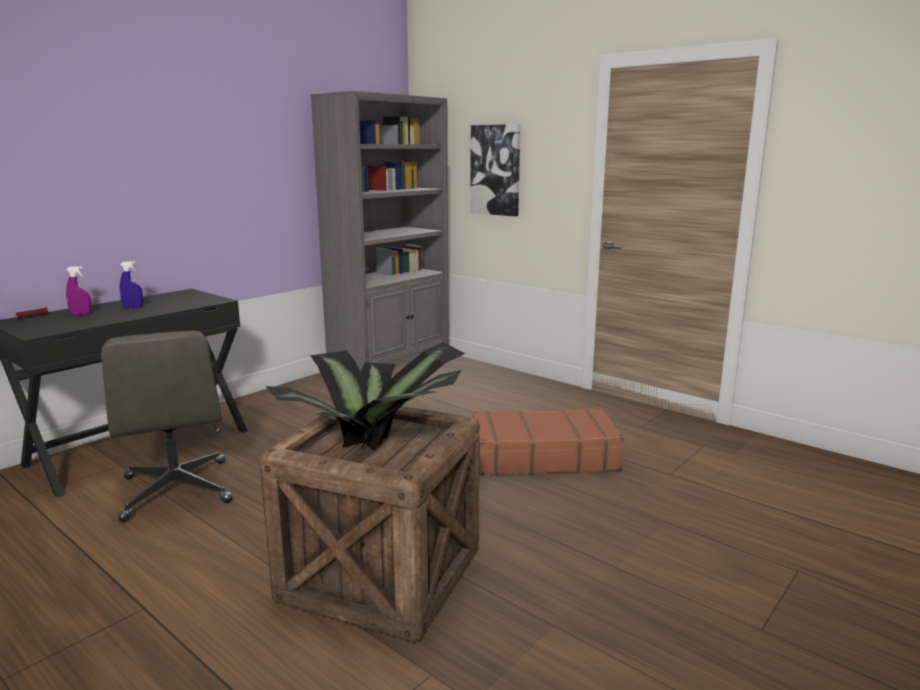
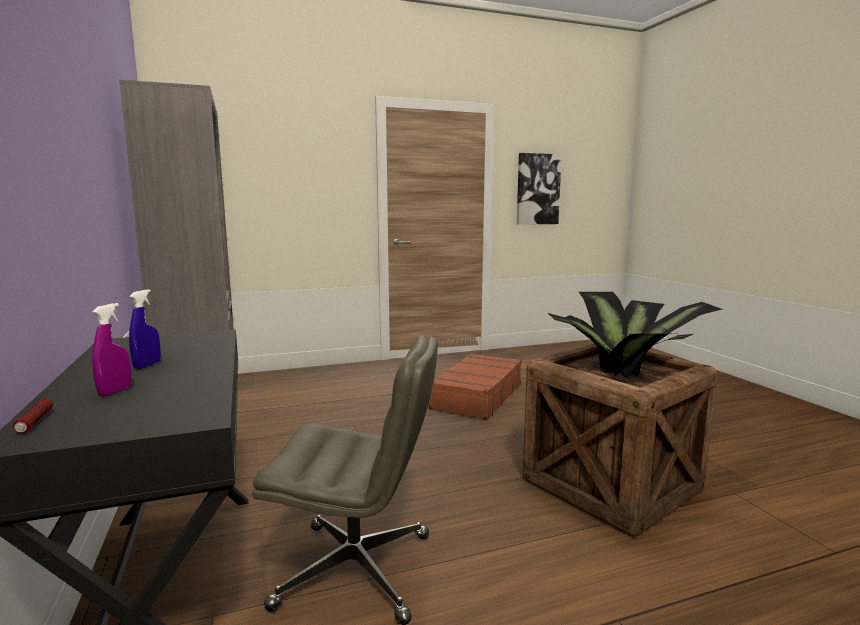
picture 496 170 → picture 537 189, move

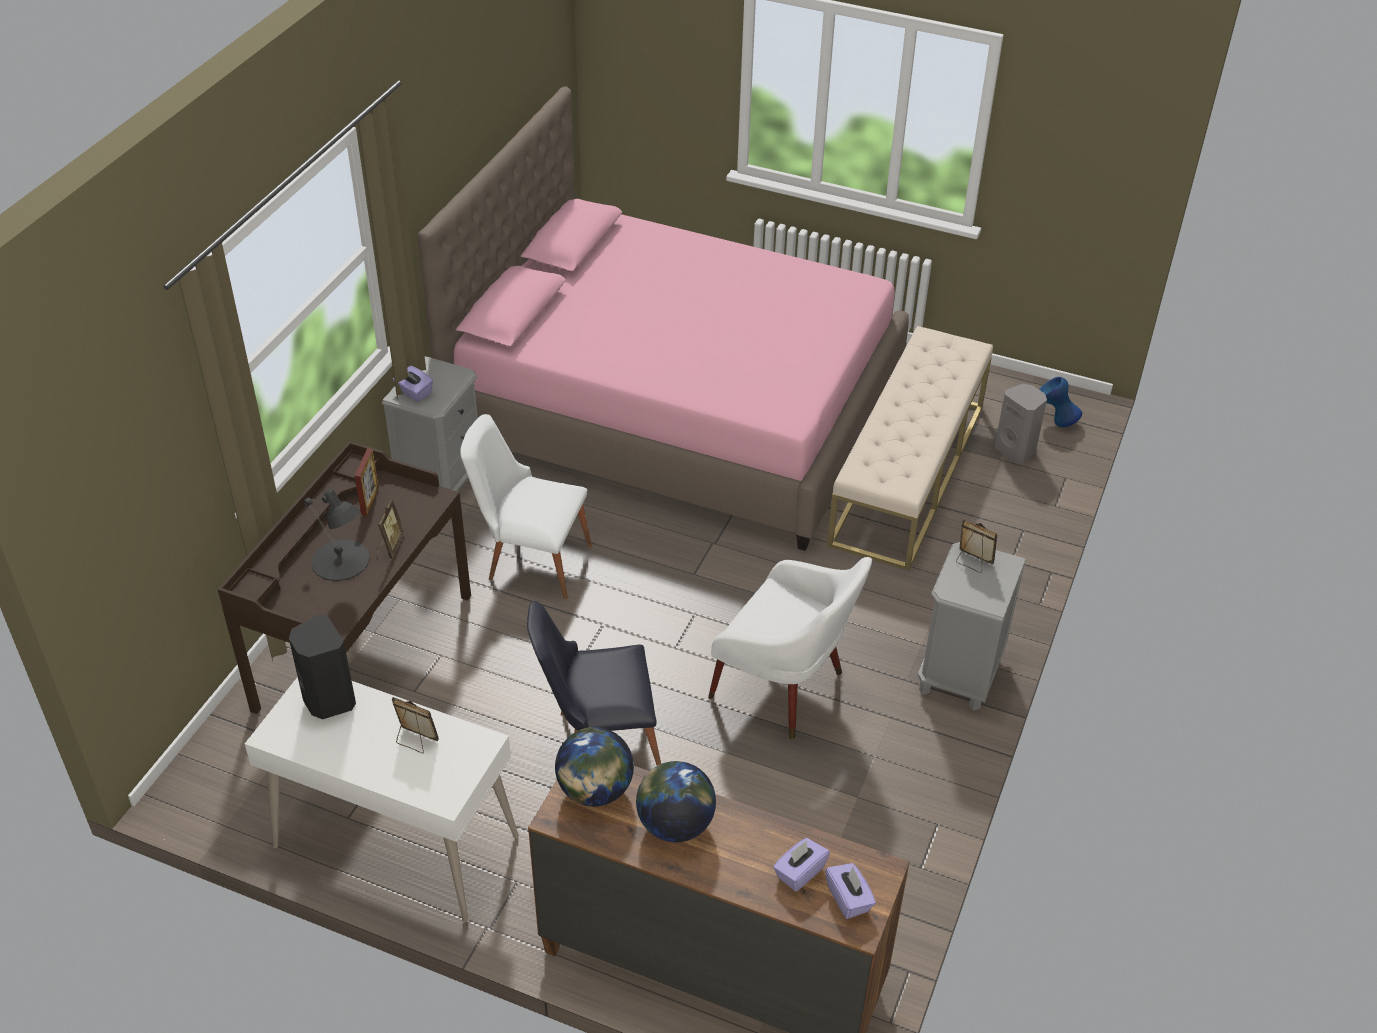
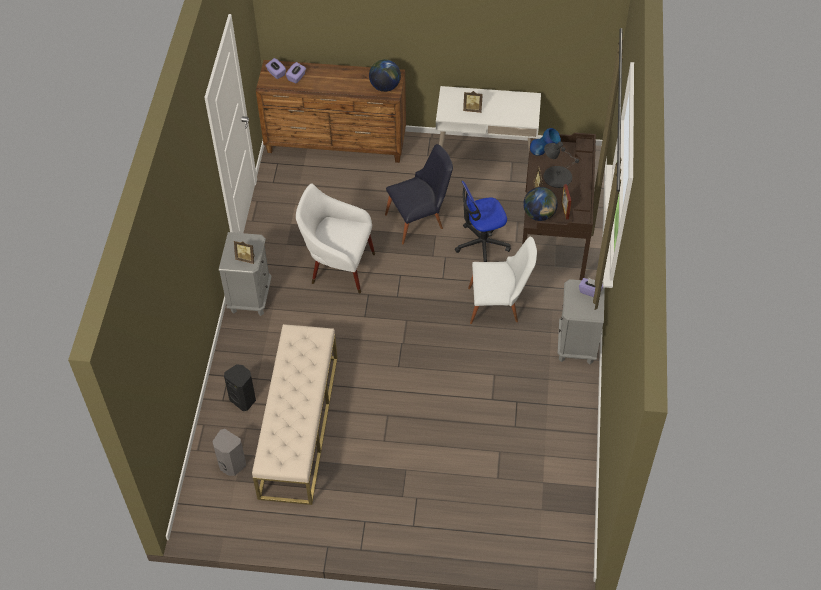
speaker in black 328 700 → speaker in black 243 399, move
- → office chair 482 244
globe 675 824 → globe 539 215, move
vase in blue 1055 421 → vase in blue 544 153, move
bed in pink 676 408 → -

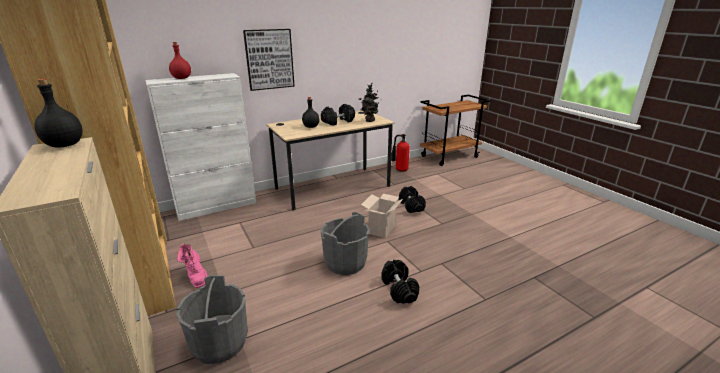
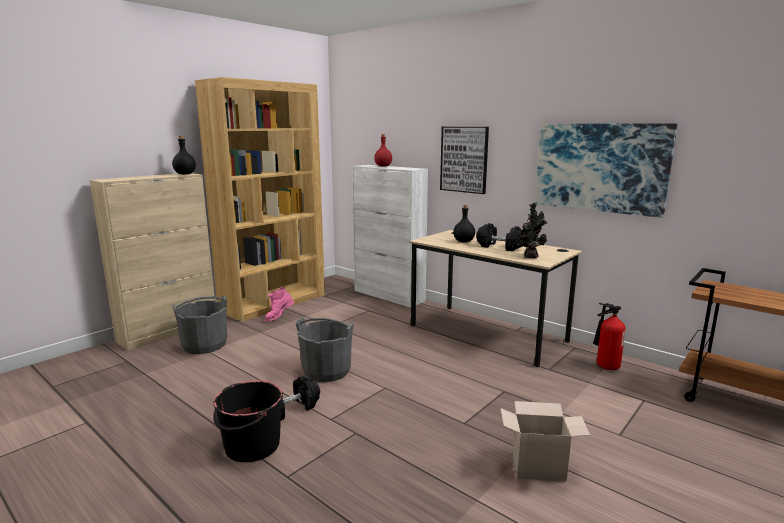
- → bucket in black 251 446
cardboard box 381 229 → cardboard box 540 467, move
- → picture 600 167
dumbbell in black 411 206 → -

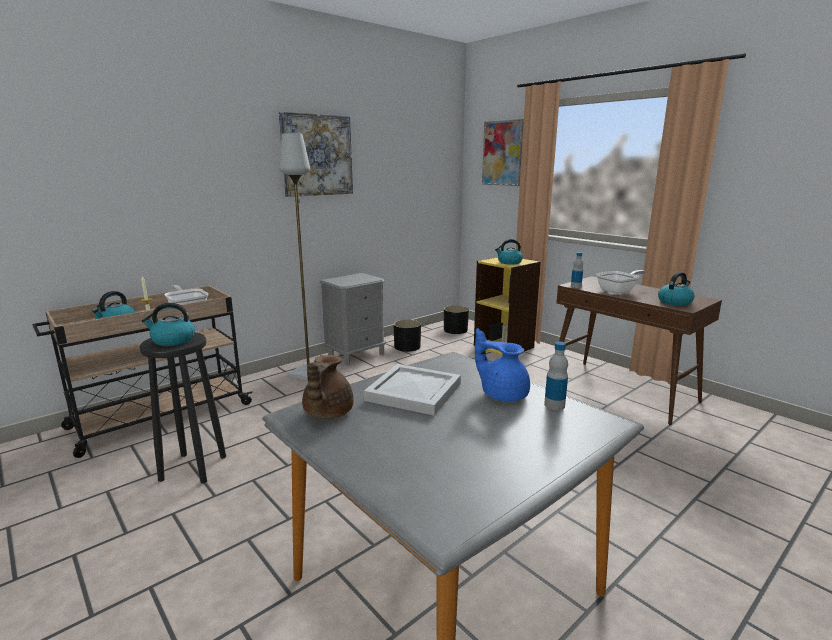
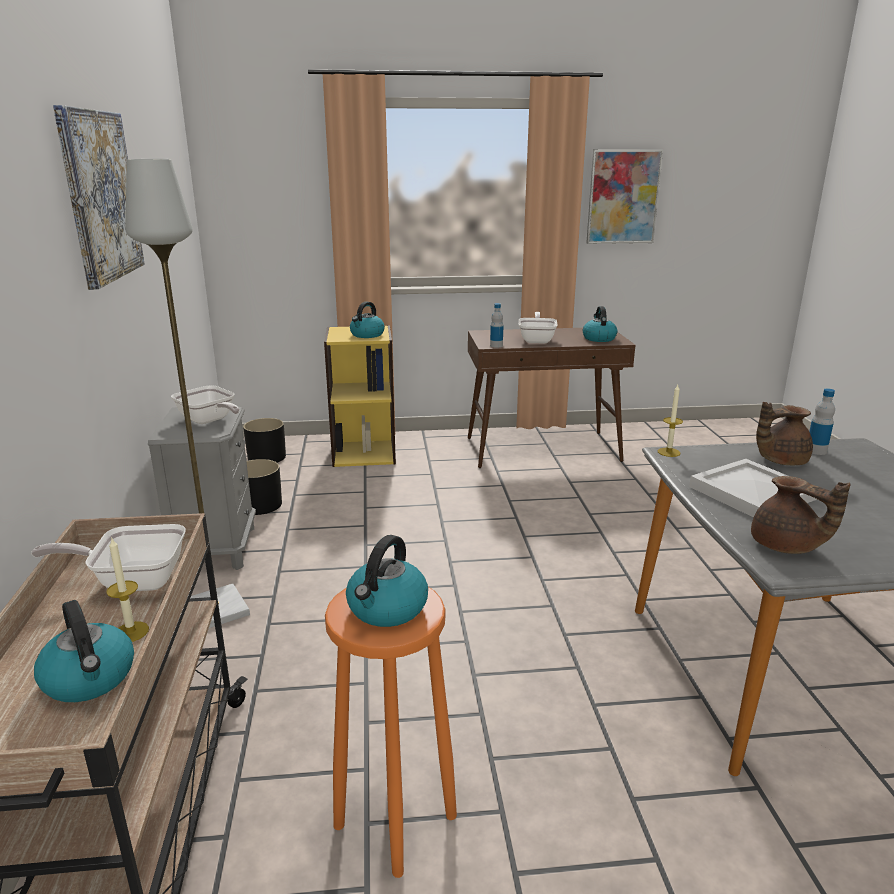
- → frying pan 209 421
stool in black 192 468 → stool in orange 394 821
picture 502 153 → picture 623 197, move
- → candle 668 452
teapot in blue 502 394 → teapot in brown 779 460

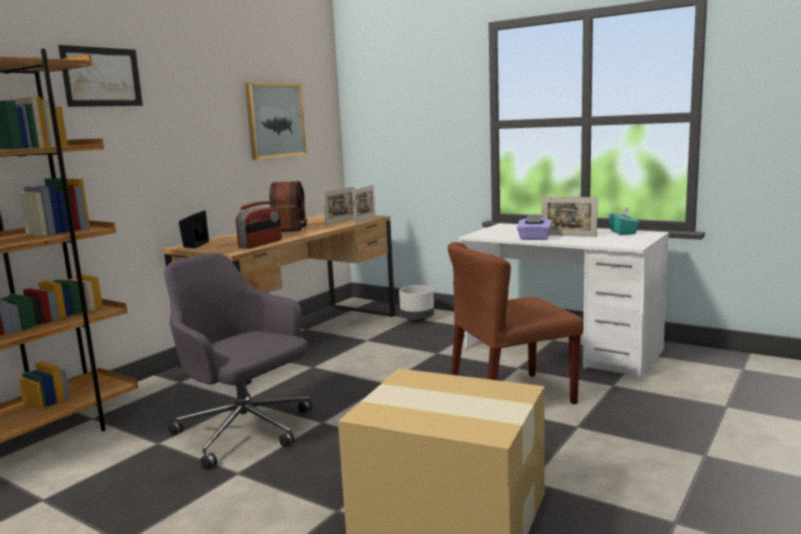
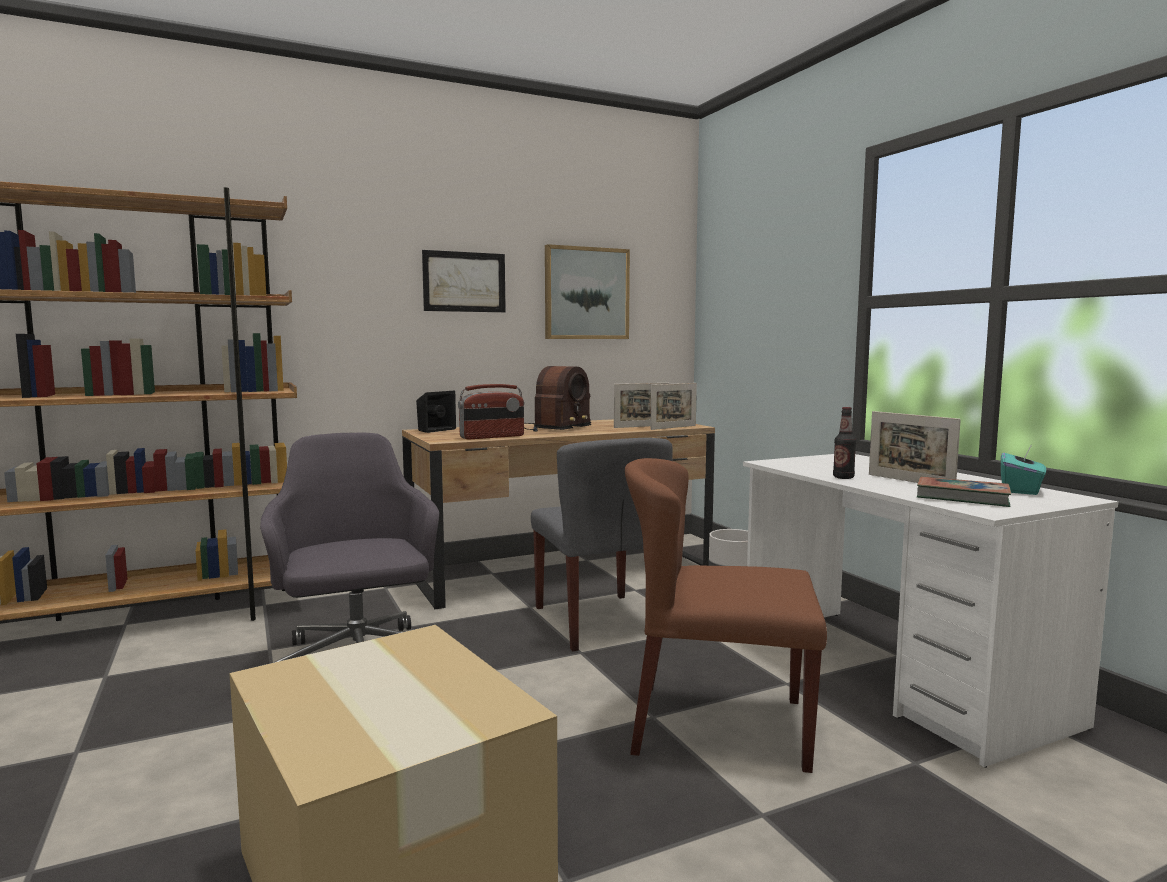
picture 102 77 → picture 464 282, move
- → chair in grey 601 621
tissue box in purple 534 238 → bottle 843 477
- → book 962 497

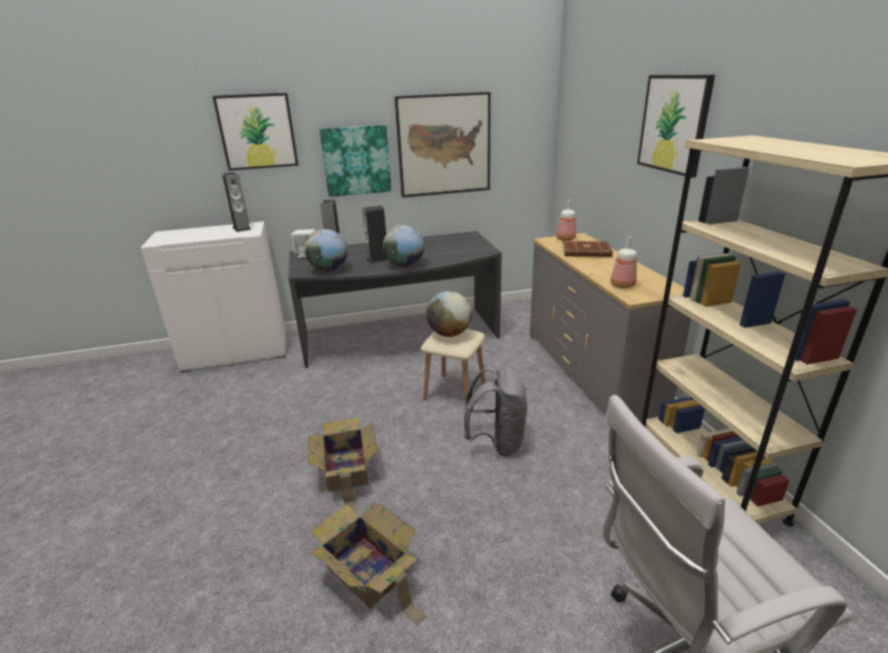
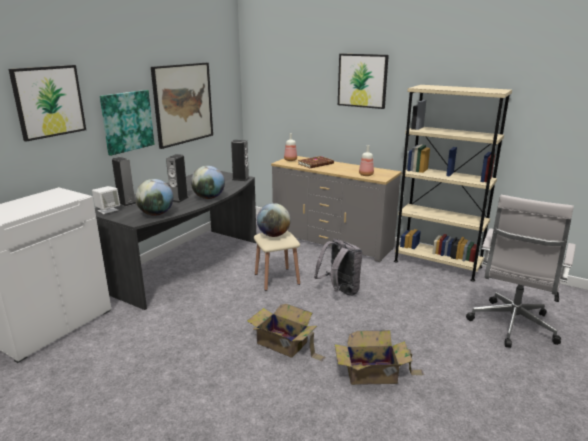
speaker 241 228 → speaker 240 179, move

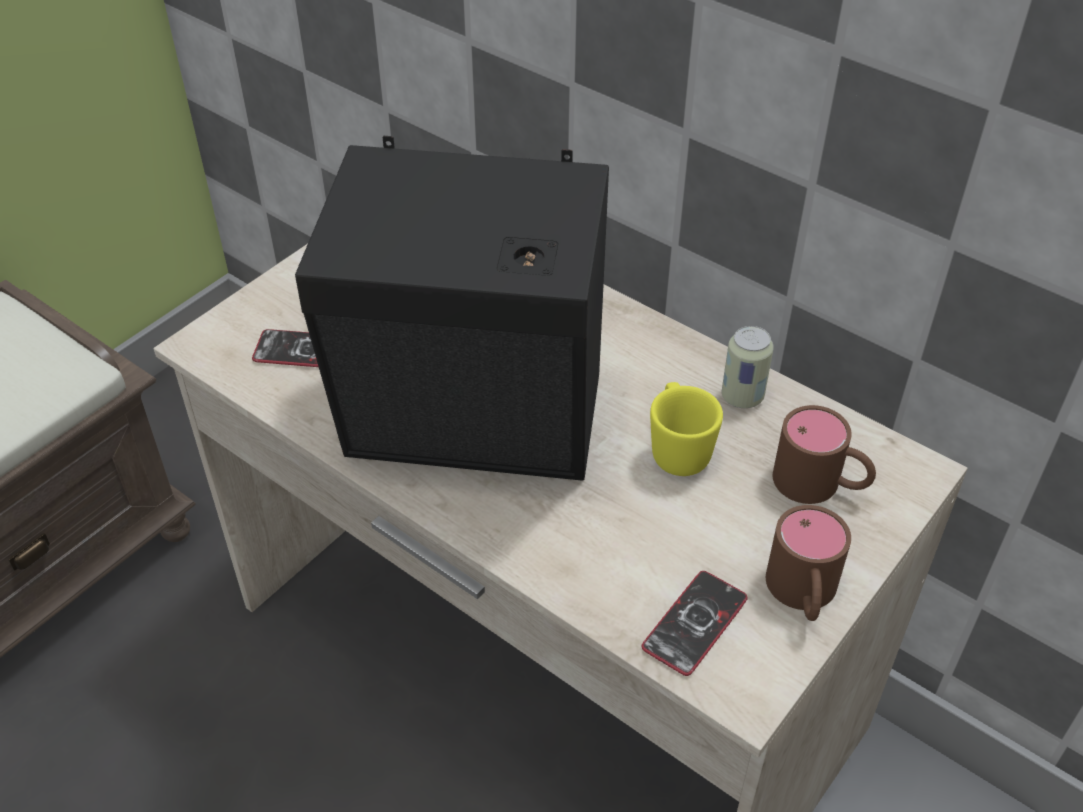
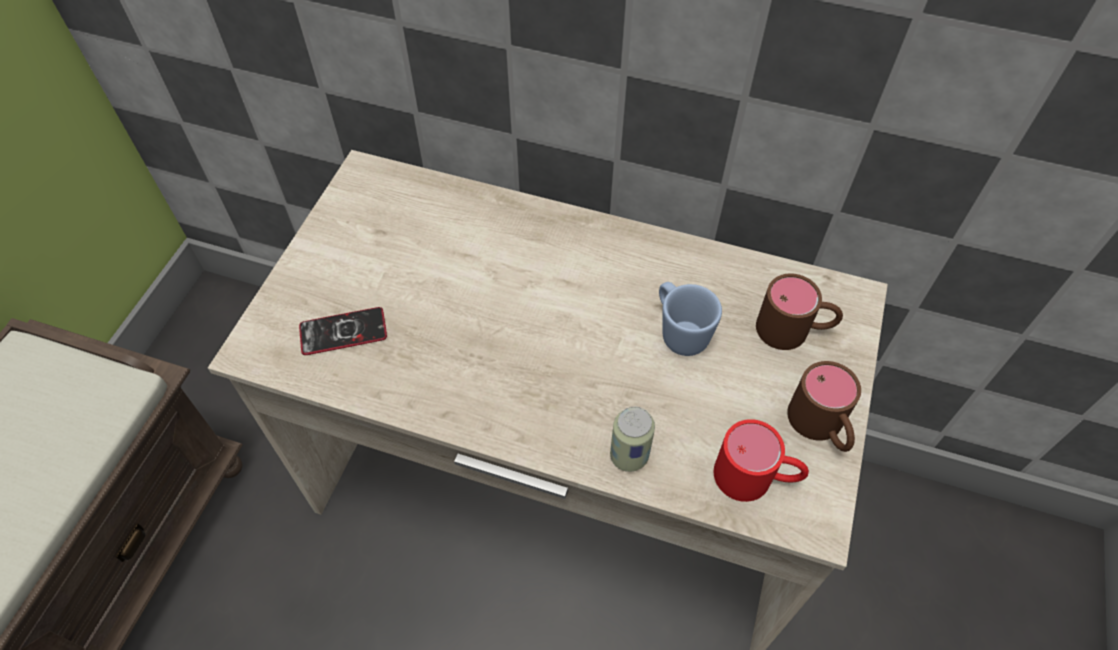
can 742 396 → can 629 455, move
mug in yellow 678 449 → mug in blue 679 332
phone 695 623 → mug in red 756 478
speaker in black 477 426 → -

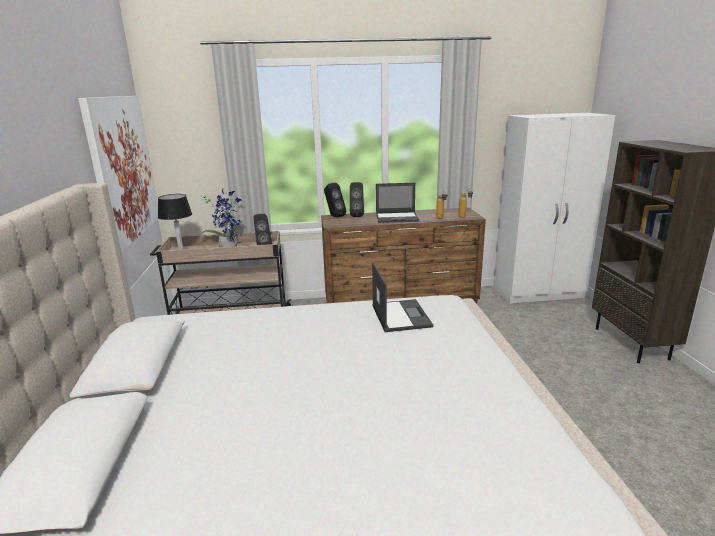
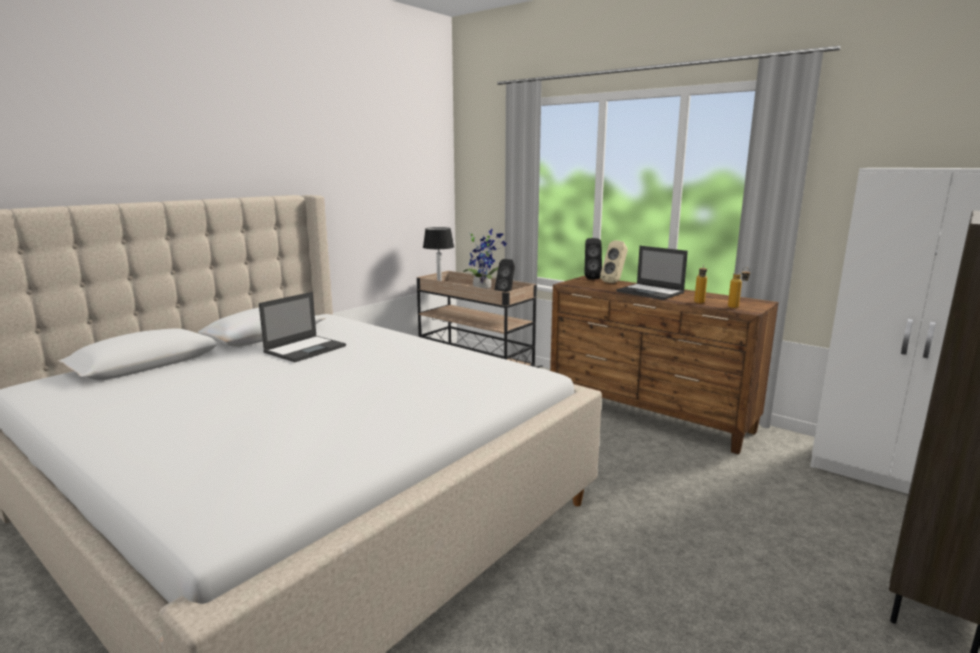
laptop 400 315 → laptop 306 349, move
speaker in black 357 216 → speaker in beige 614 282
picture 122 168 → -

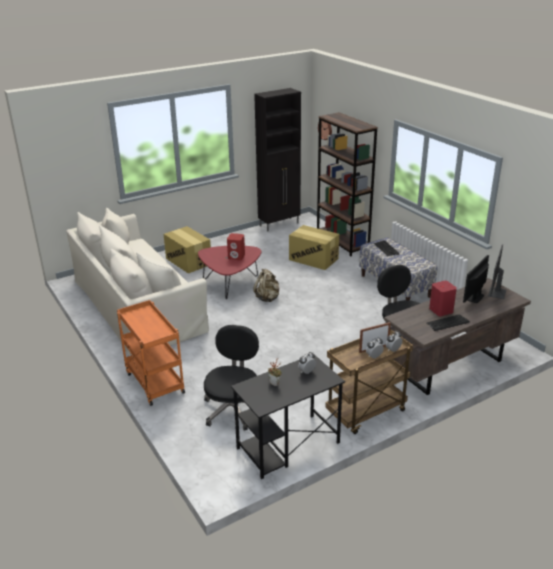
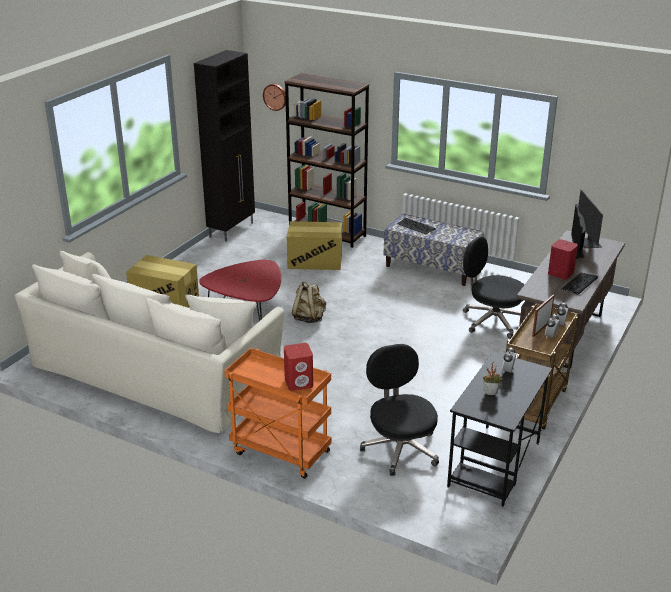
speaker in red 236 257 → speaker in red 299 382, move

